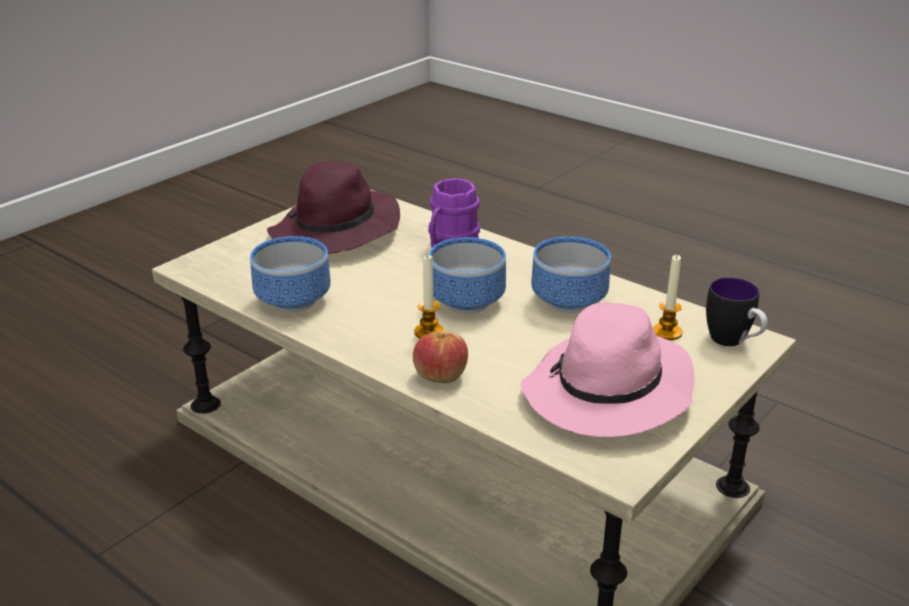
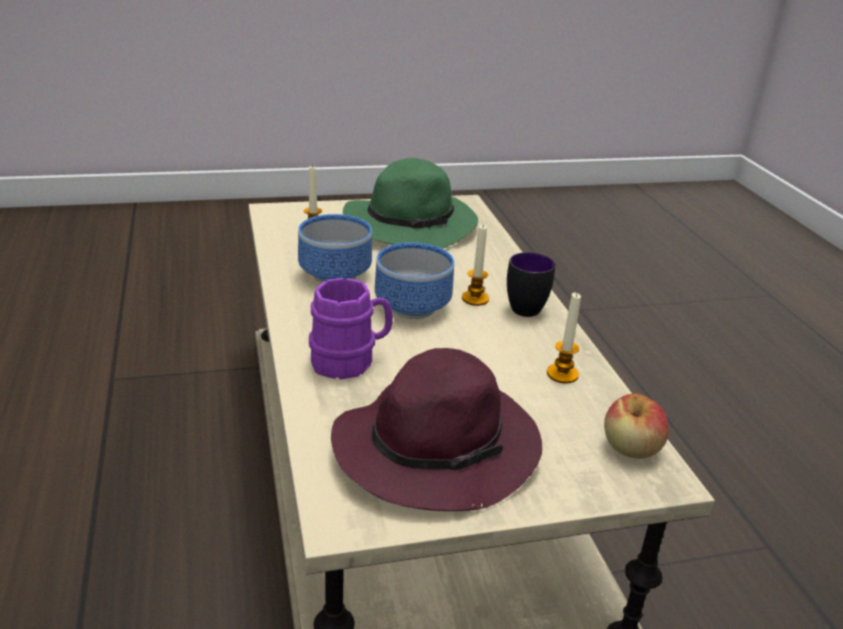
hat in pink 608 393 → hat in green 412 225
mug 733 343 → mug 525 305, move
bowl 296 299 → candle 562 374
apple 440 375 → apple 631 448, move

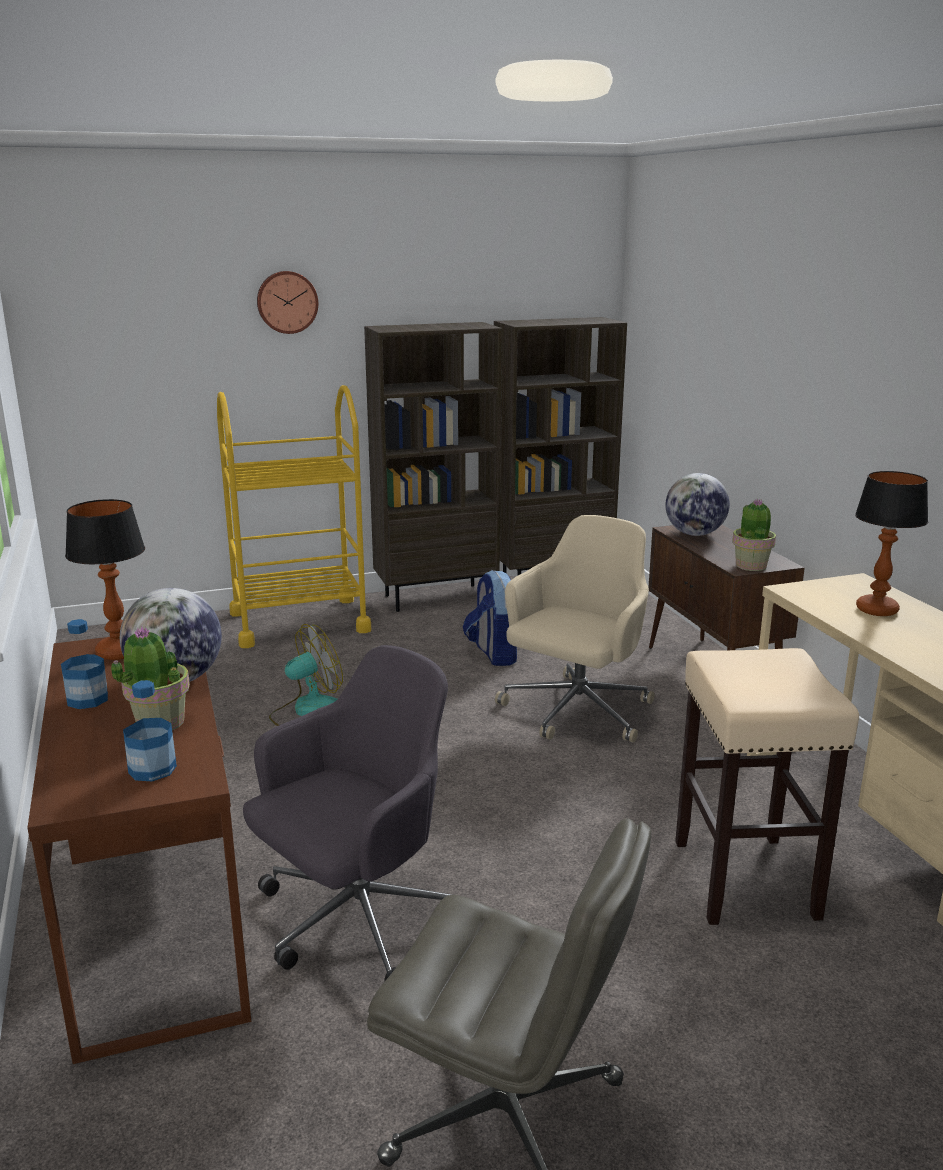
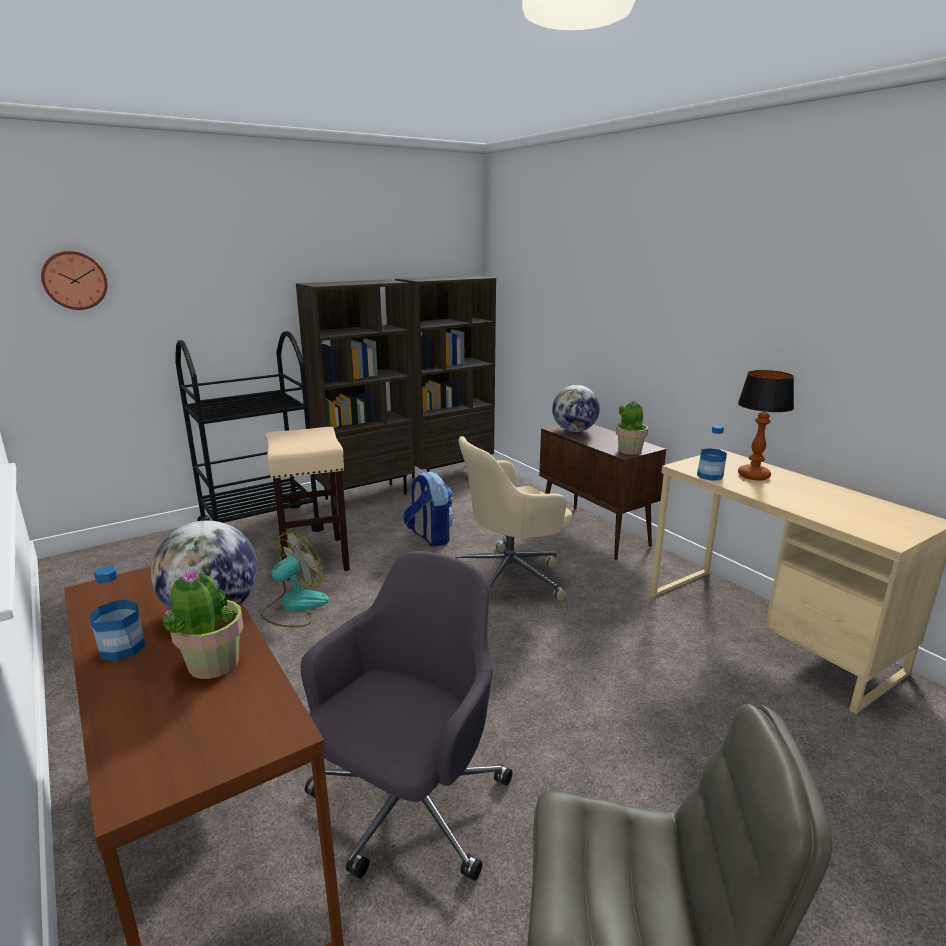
wall clock 287 302 → wall clock 74 280, move
cart in yellow 299 622 → cart in black 261 528
stool in beige 743 877 → stool in beige 313 557, move
office chair in beige 576 712 → office chair in beige 511 576, 135 degrees counterclockwise
bottle 152 769 → bottle 709 476, move
table lamp 120 652 → -

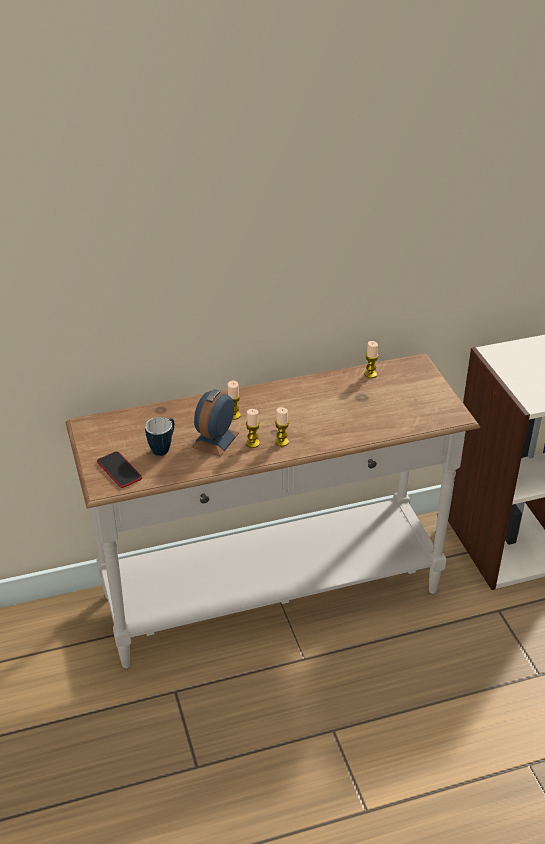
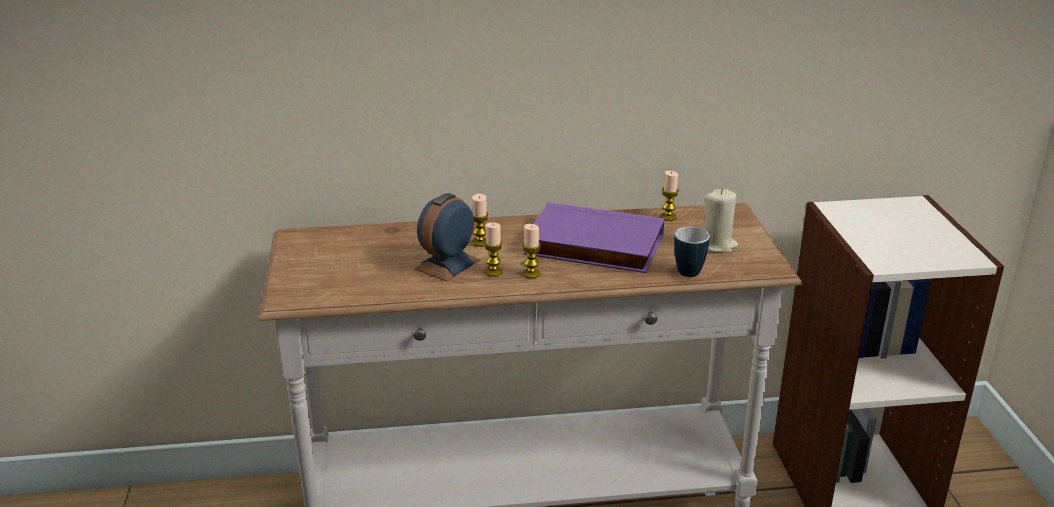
- → book in purple 592 246
mug 163 448 → mug 692 270, move
- → candle in beige 717 245
phone 119 470 → -

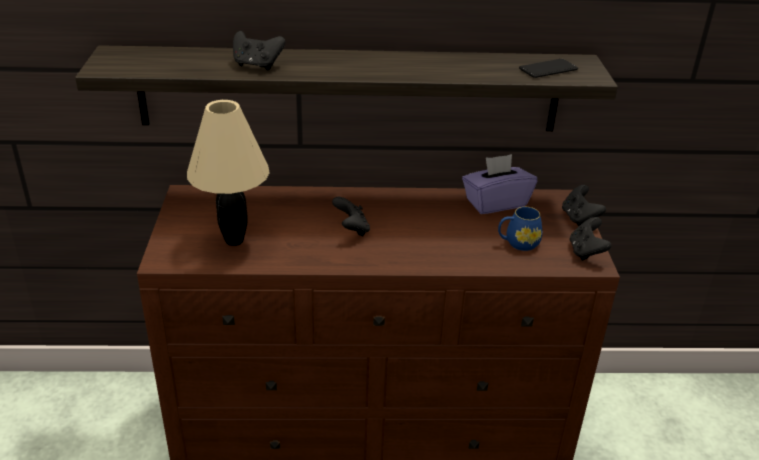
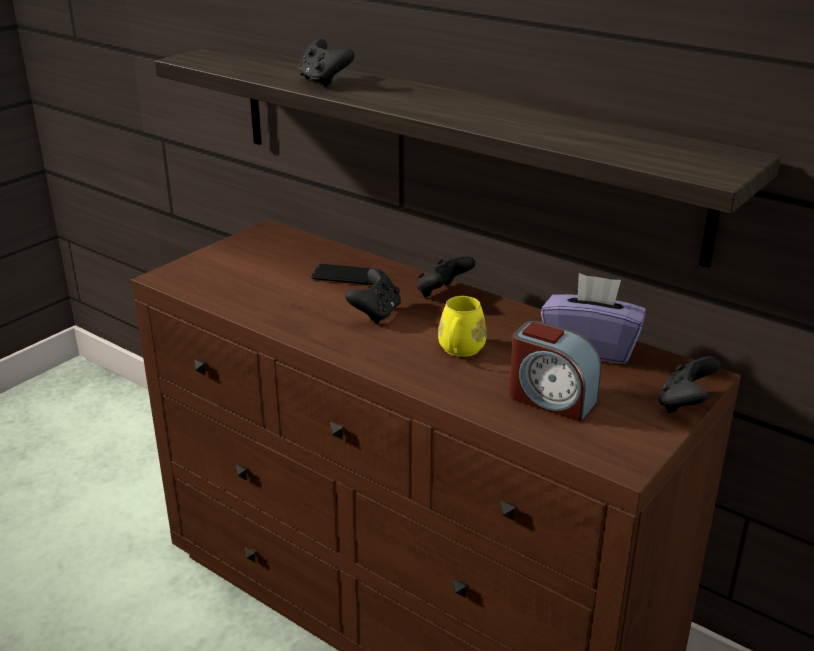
phone 548 69 → phone 346 276, move
game controller in black 586 252 → game controller in black 442 293, move
- → mug in yellow 459 351
mug in blue 518 243 → alarm clock 551 399
table lamp in beige 233 240 → -

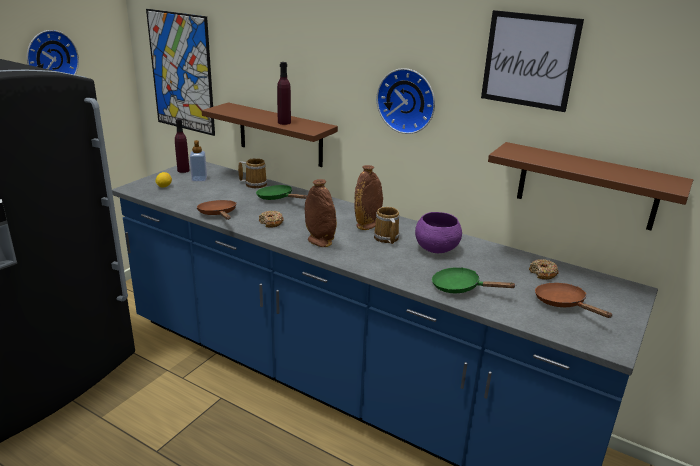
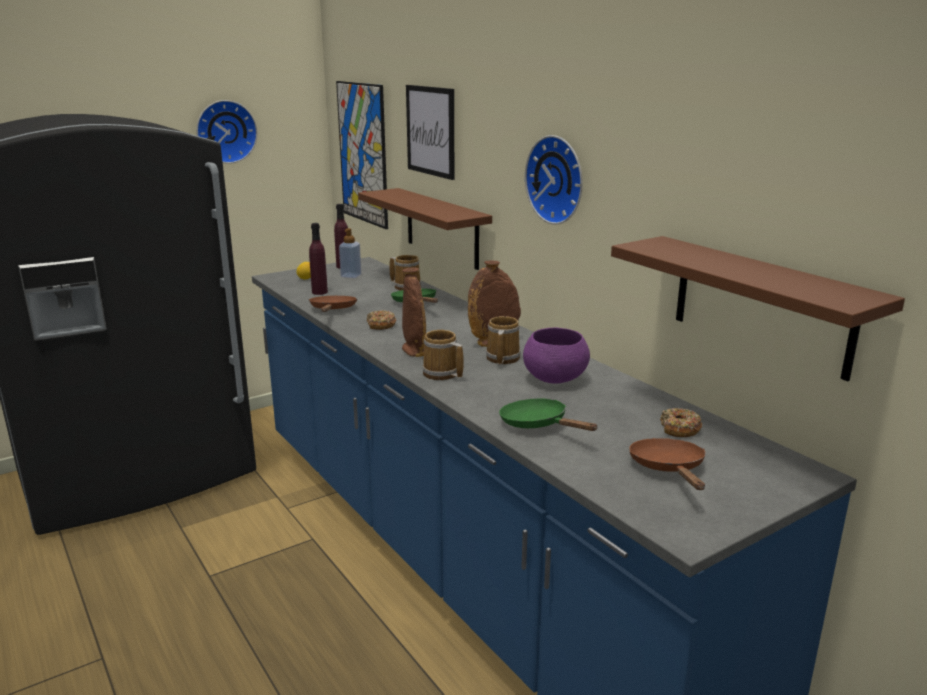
bottle in purple 284 122 → bottle in purple 319 292, move
picture 529 60 → picture 430 131, move
- → mug 441 374

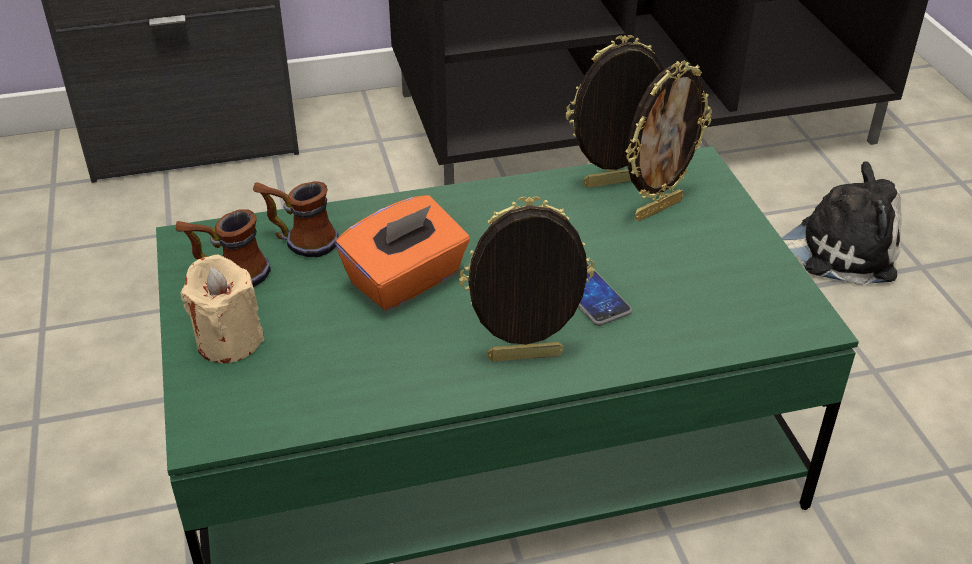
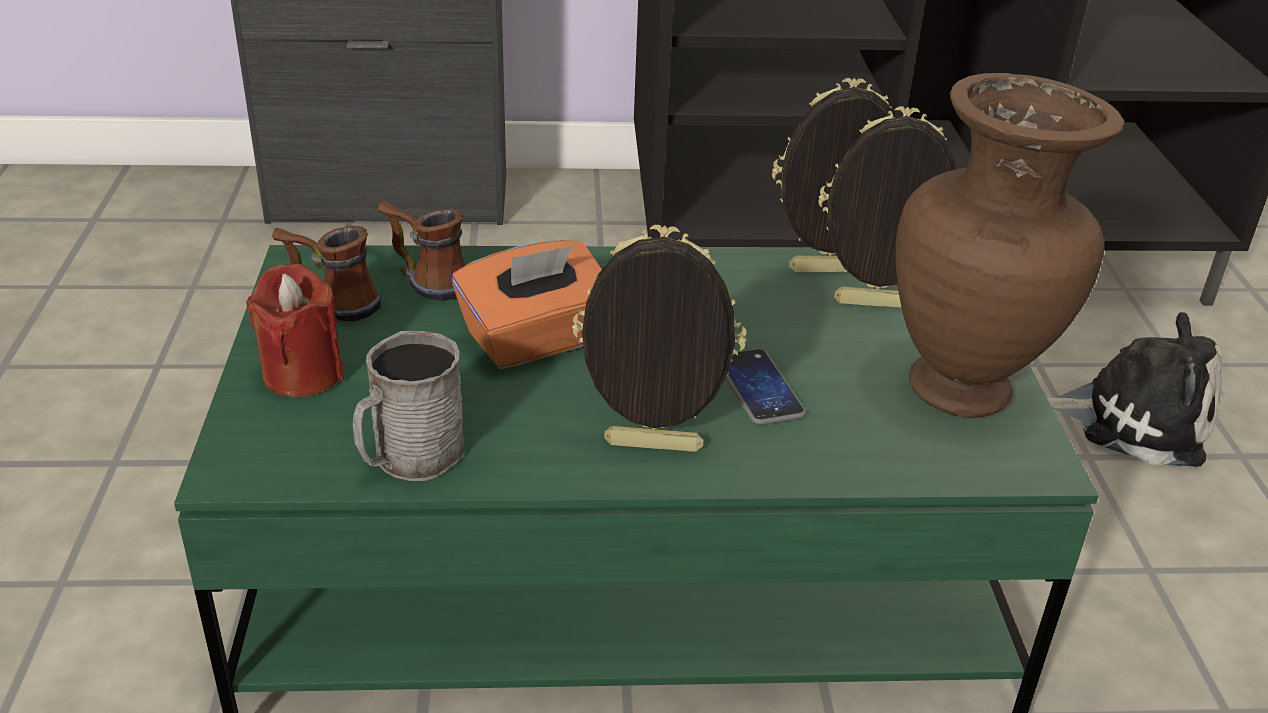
candle in beige 229 341 → candle in red 303 374
- → mug in grey 409 459
picture frame 657 208 → picture frame 874 306, 150 degrees counterclockwise
- → vase in brown 964 391

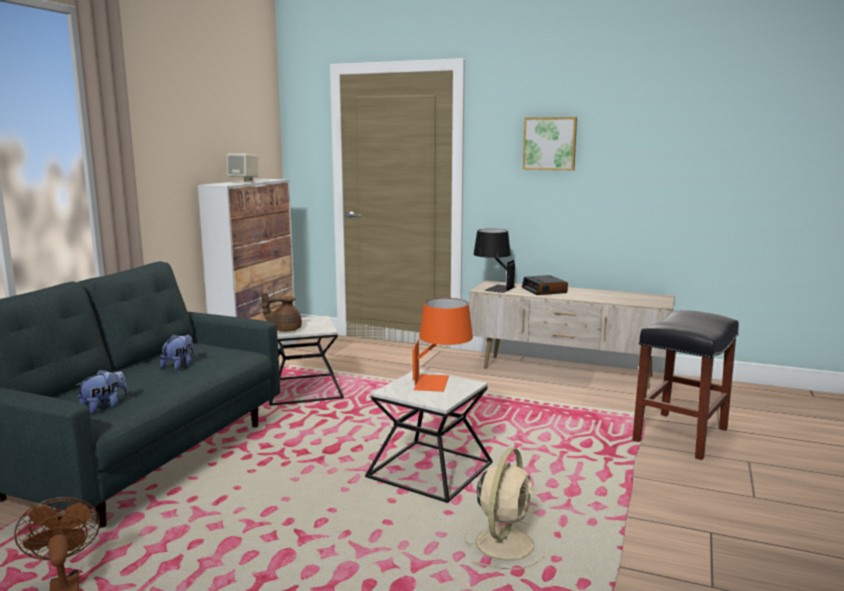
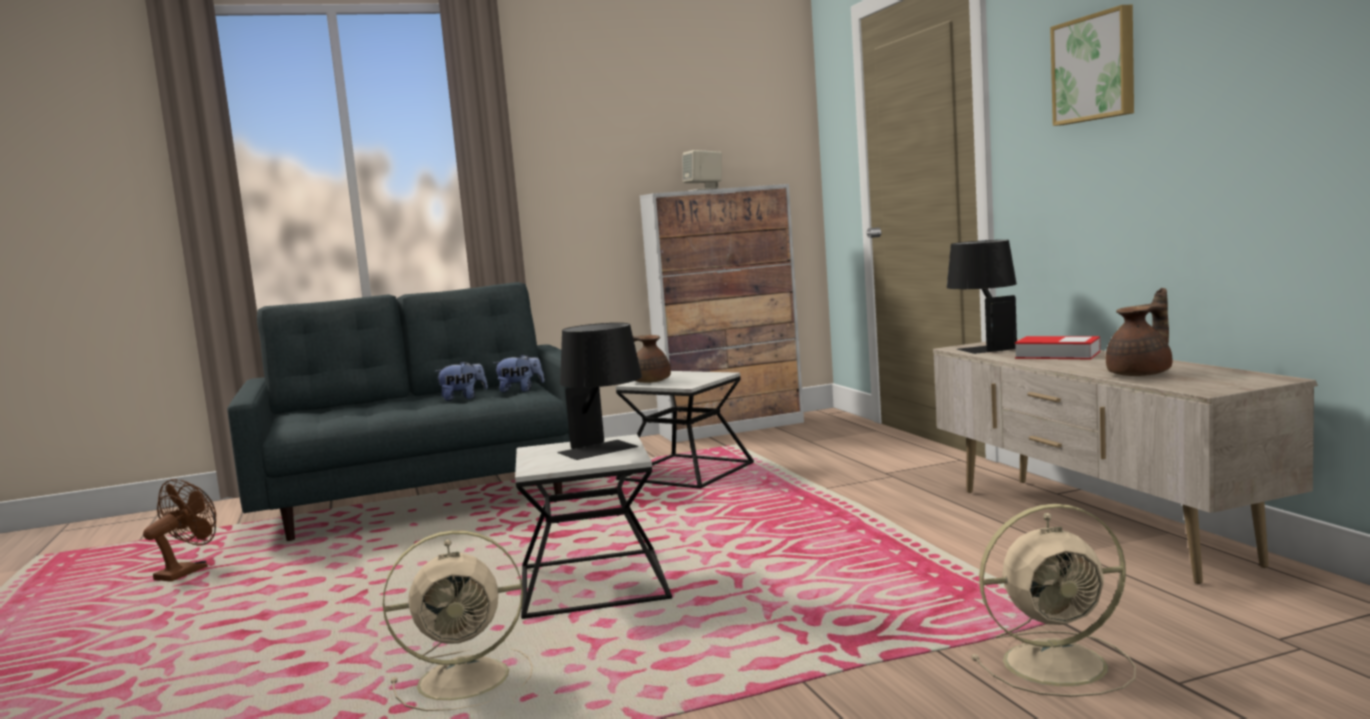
plush toy 104 407 → plush toy 520 390, move
table lamp in orange 442 383 → table lamp in black 605 452
stool in black 680 434 → fan in beige 1059 663
alarm clock 545 290 → book 1057 355
- → teapot in brown 1141 374

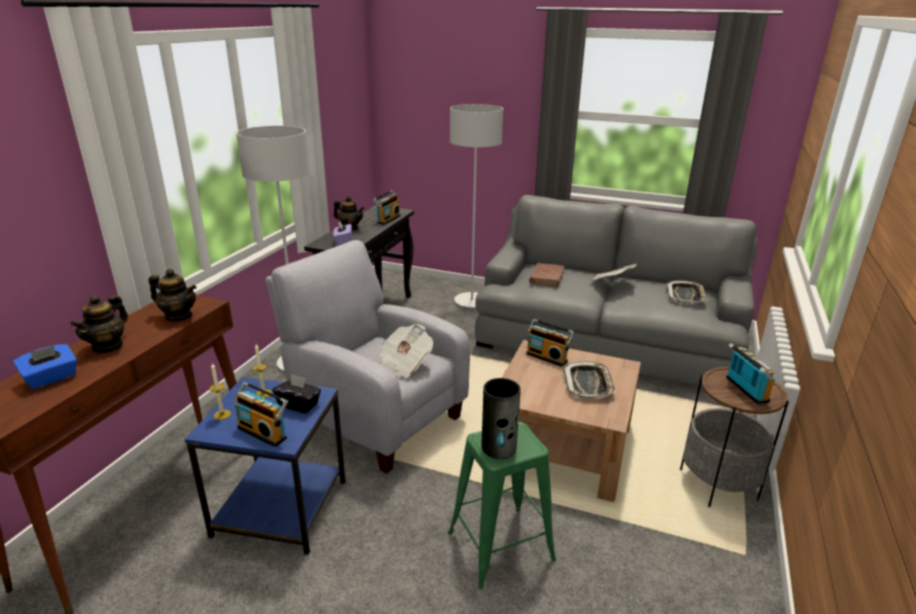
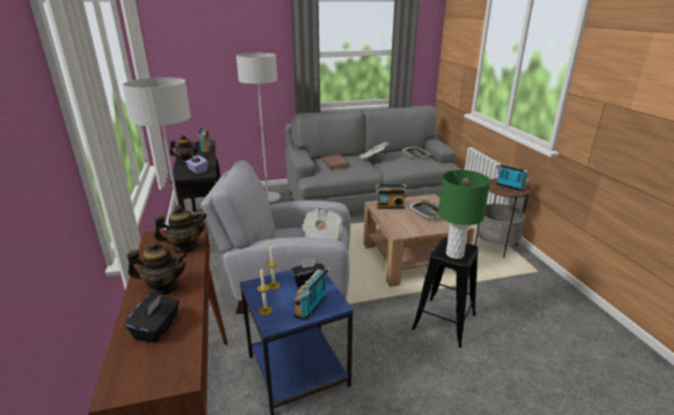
tissue box in blue 51 378 → tissue box in black 157 328
teapot 108 346 → teapot 163 287, 75 degrees counterclockwise
radio 264 432 → radio 312 306, 120 degrees clockwise
stool in green 500 546 → stool in black 444 321
vase 499 447 → table lamp in green 454 254

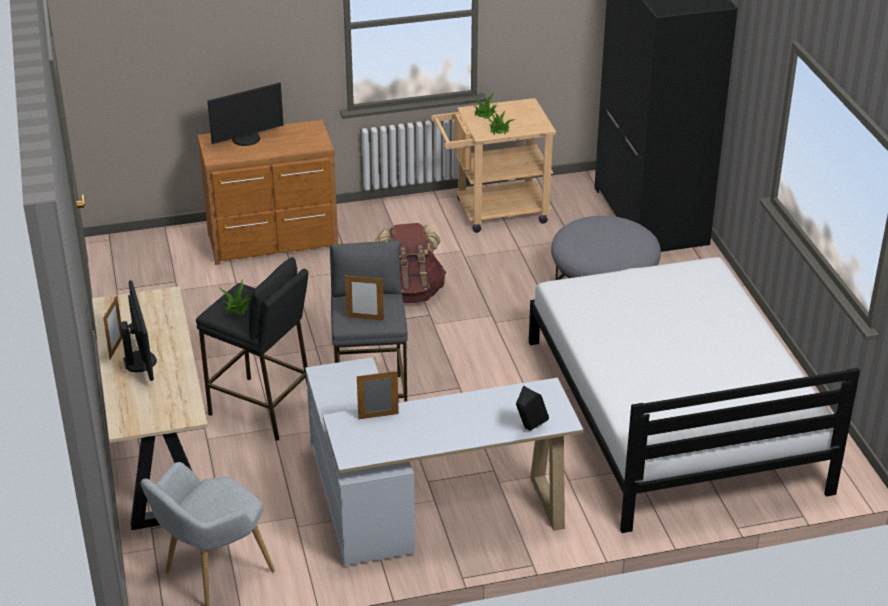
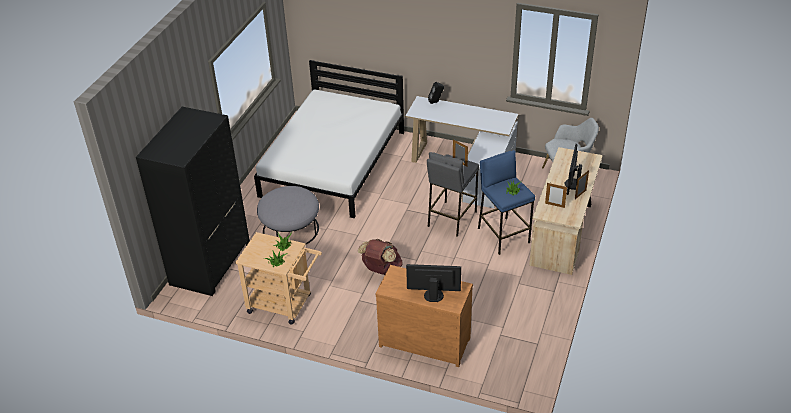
stool in black 262 409 → stool in blue 503 235
picture frame 378 416 → picture frame 554 205, move

